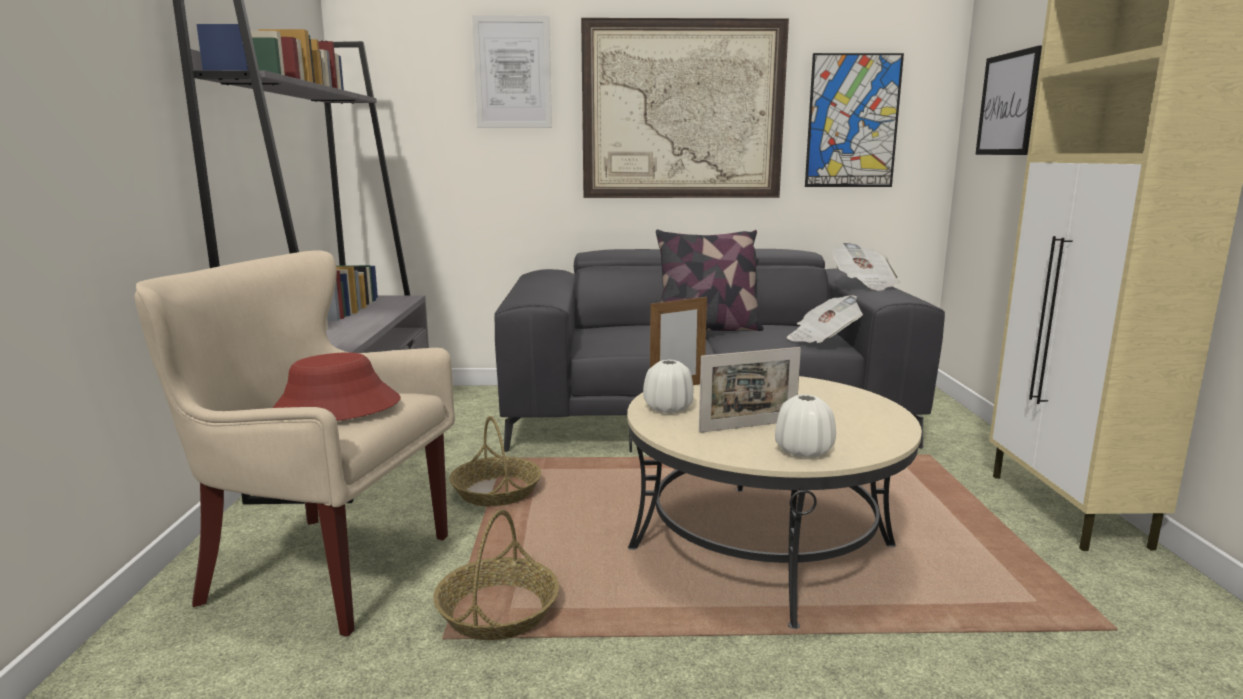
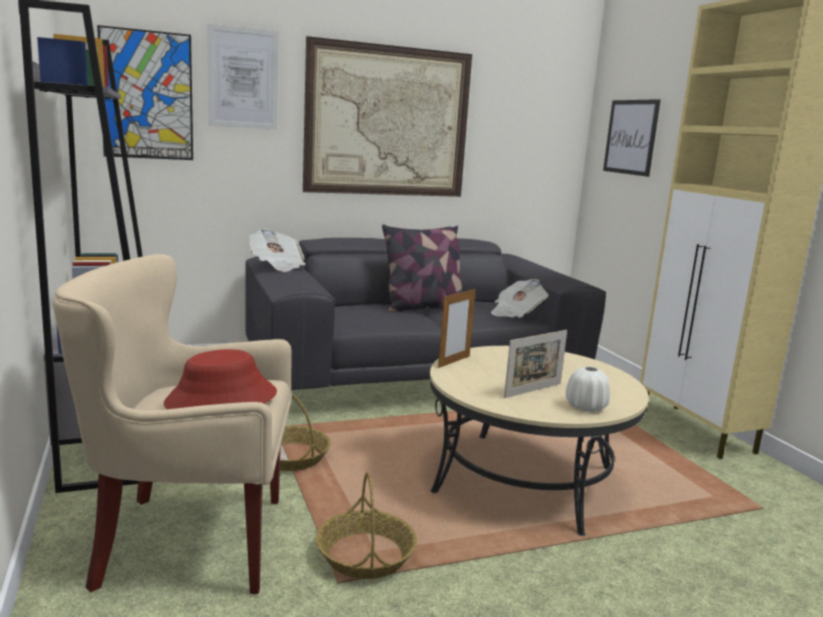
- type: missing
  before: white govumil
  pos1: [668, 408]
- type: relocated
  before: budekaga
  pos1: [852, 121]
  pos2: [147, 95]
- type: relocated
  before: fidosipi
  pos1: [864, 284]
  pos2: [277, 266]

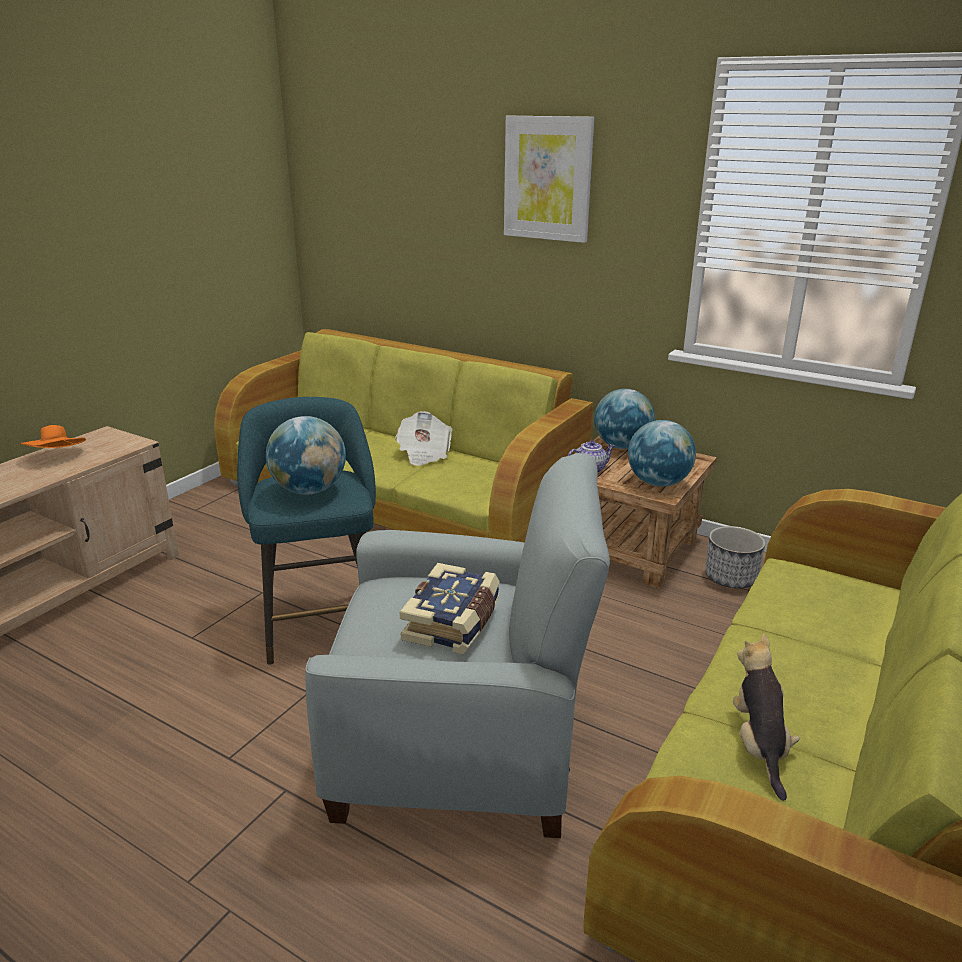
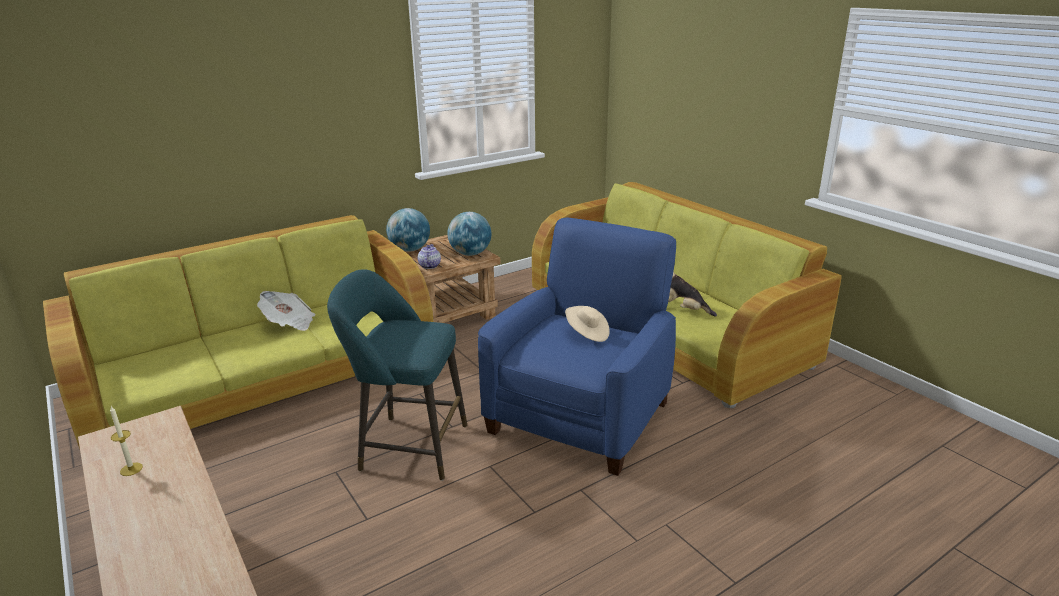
- type: exchanged
  before: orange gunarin
  after: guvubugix
  pos1: [58, 456]
  pos2: [131, 469]
- type: missing
  before: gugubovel
  pos1: [309, 490]
- type: colour
  before: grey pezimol
  after: blue pezimol
  pos1: [462, 743]
  pos2: [581, 415]
- type: exchanged
  before: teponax
  after: beige gunarin
  pos1: [454, 623]
  pos2: [587, 333]
- type: missing
  before: budekaga
  pos1: [547, 179]
- type: missing
  before: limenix
  pos1: [731, 578]

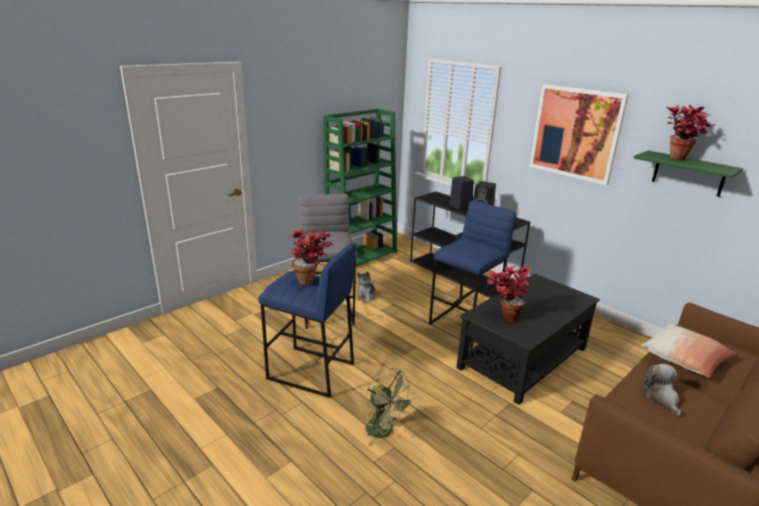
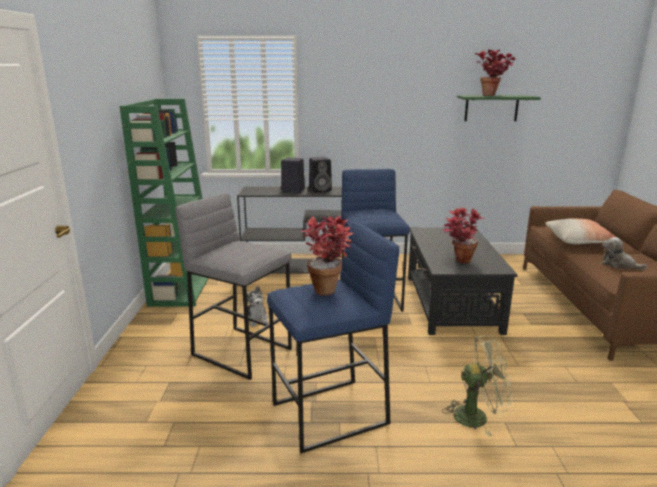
- type: missing
  before: budekaga
  pos1: [575, 133]

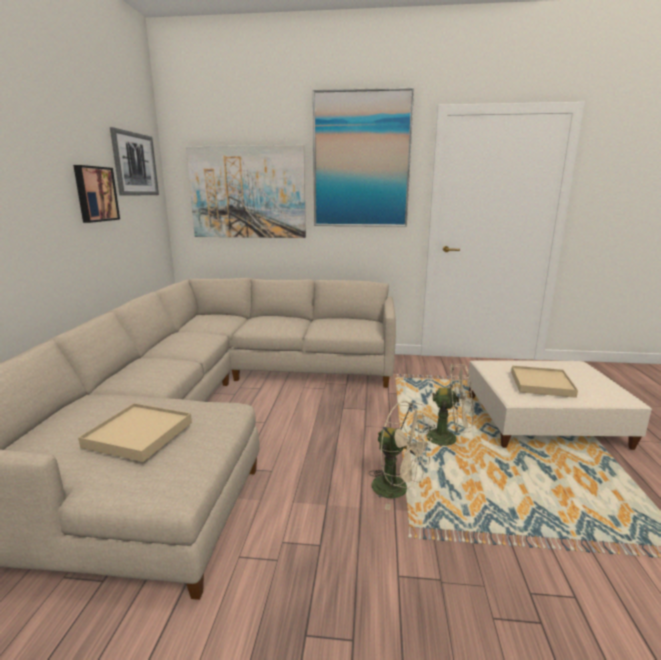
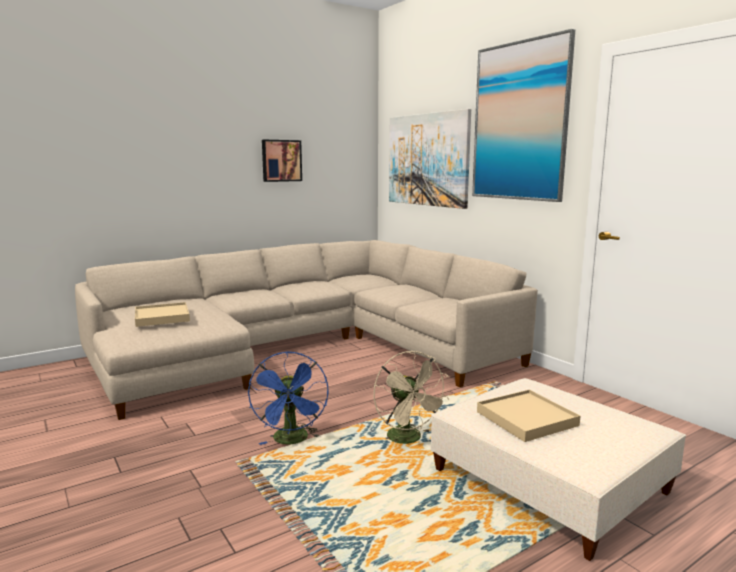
- type: missing
  before: budekaga
  pos1: [135, 164]
- type: colour
  before: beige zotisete
  after: blue zotisete
  pos1: [398, 489]
  pos2: [292, 441]

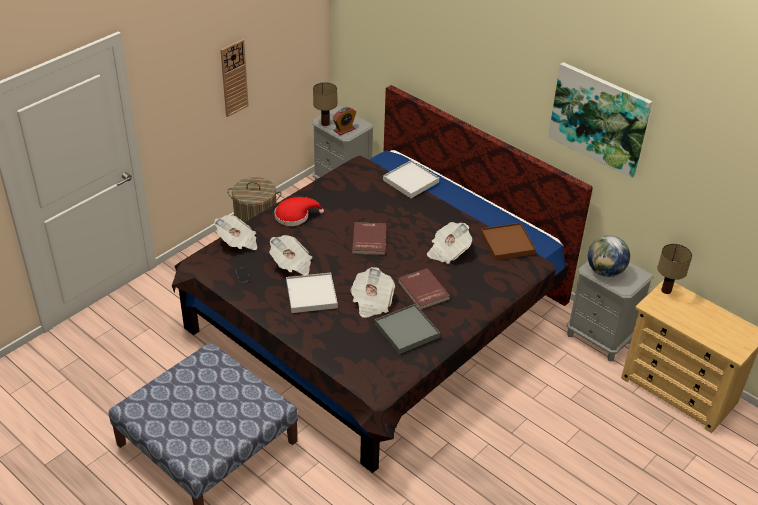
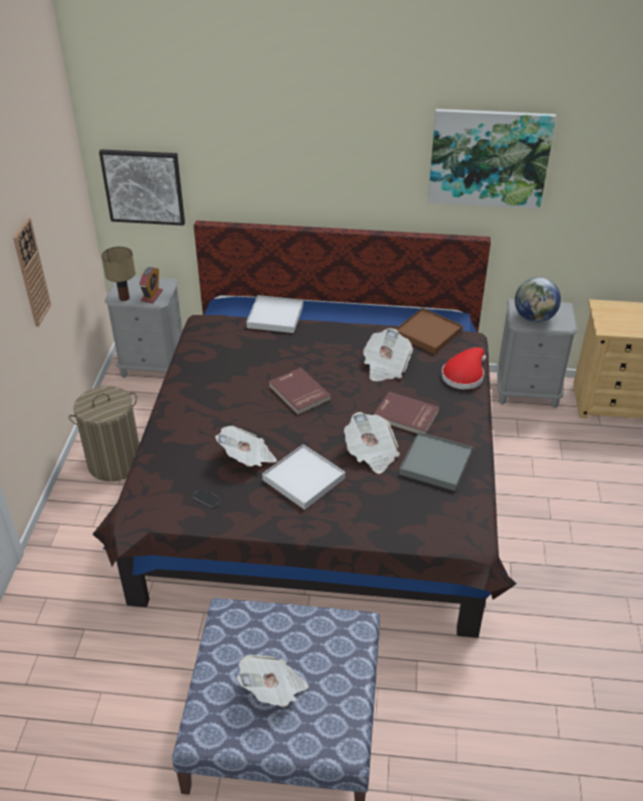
- type: relocated
  before: fidosipi
  pos1: [238, 242]
  pos2: [273, 689]
- type: relocated
  before: red gunarin
  pos1: [295, 216]
  pos2: [464, 375]
- type: missing
  before: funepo
  pos1: [665, 291]
- type: appeared
  after: budekaga
  pos2: [143, 186]

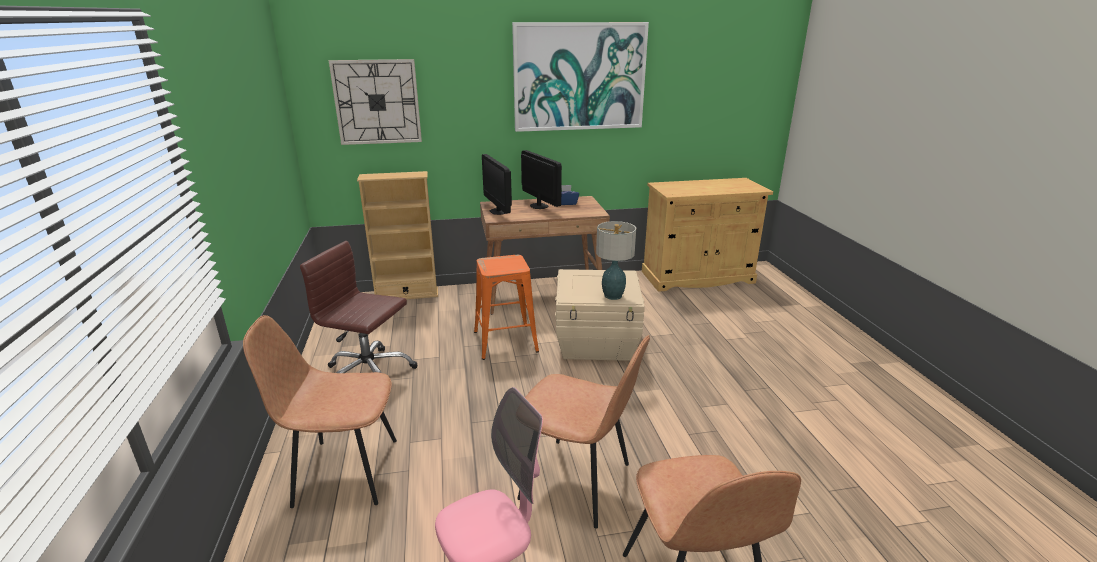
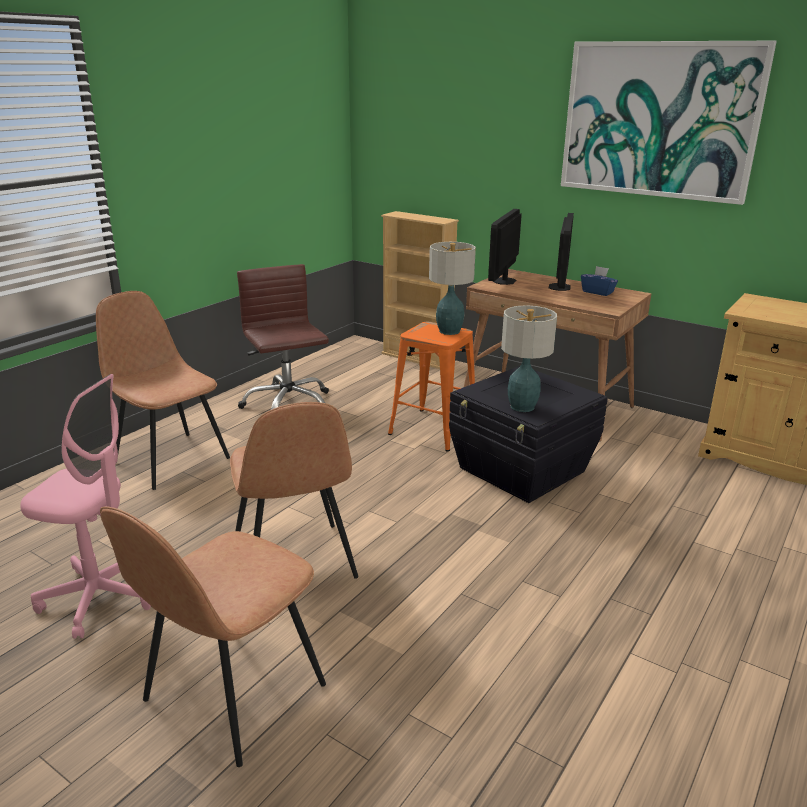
- type: missing
  before: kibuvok
  pos1: [377, 102]
- type: colour
  before: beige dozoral
  after: black dozoral
  pos1: [597, 342]
  pos2: [522, 470]
- type: appeared
  after: funepo
  pos2: [448, 331]

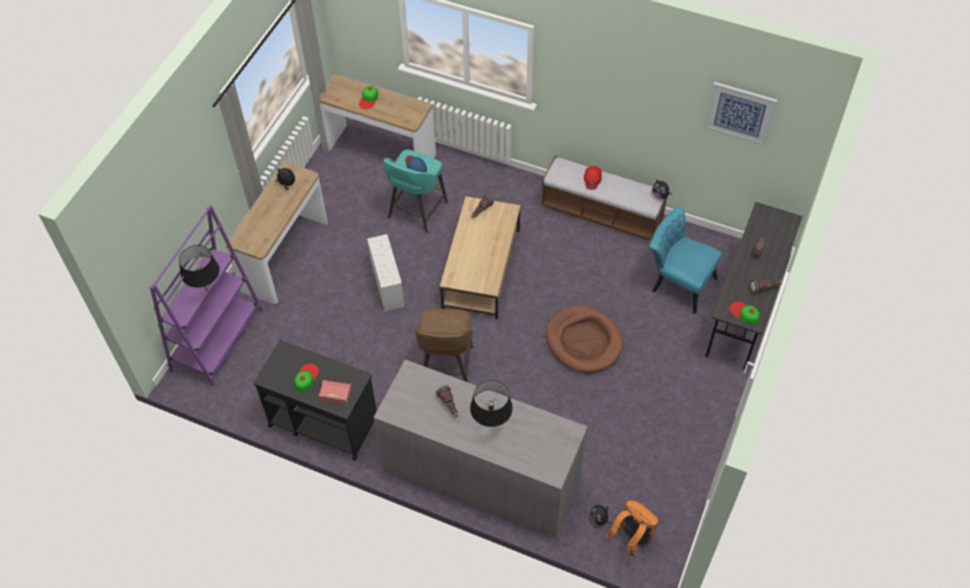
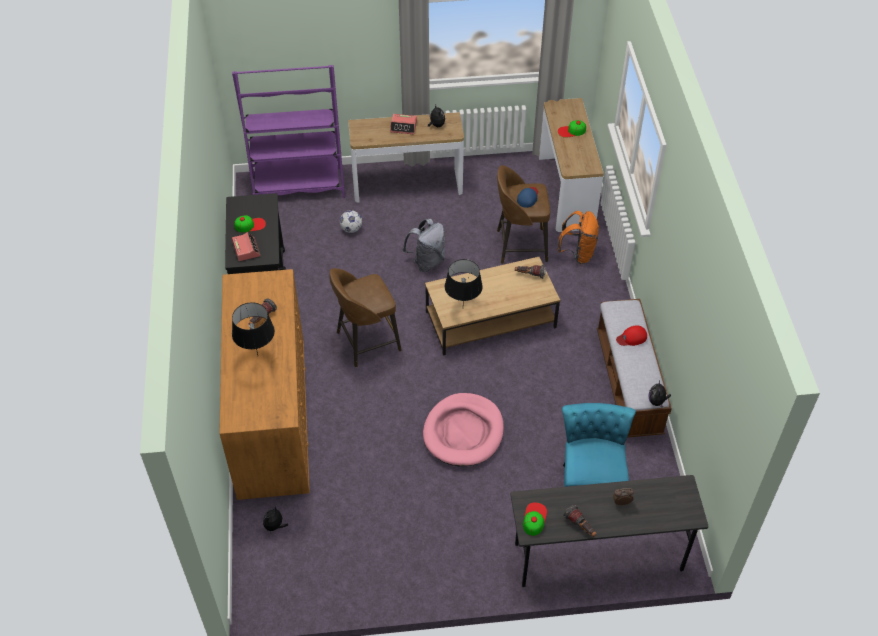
- type: relocated
  before: black funepo
  pos1: [207, 291]
  pos2: [463, 308]
- type: exchanged
  before: white dozoral
  after: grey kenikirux
  pos1: [387, 283]
  pos2: [427, 262]
- type: colour
  before: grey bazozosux
  after: brown bazozosux
  pos1: [481, 474]
  pos2: [272, 415]
- type: colour
  before: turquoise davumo
  after: brown davumo
  pos1: [416, 211]
  pos2: [520, 245]
- type: colour
  before: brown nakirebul
  after: pink nakirebul
  pos1: [584, 341]
  pos2: [463, 432]
- type: relocated
  before: orange kenikirux
  pos1: [631, 539]
  pos2: [577, 254]
- type: missing
  before: budekaga
  pos1: [740, 113]
- type: appeared
  after: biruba
  pos2: [351, 229]
- type: appeared
  after: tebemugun
  pos2: [403, 127]

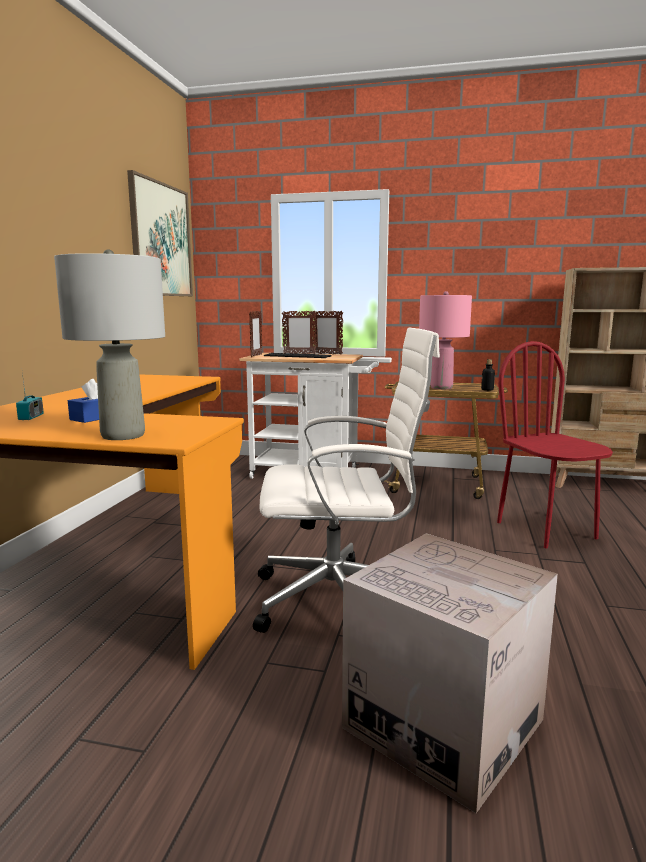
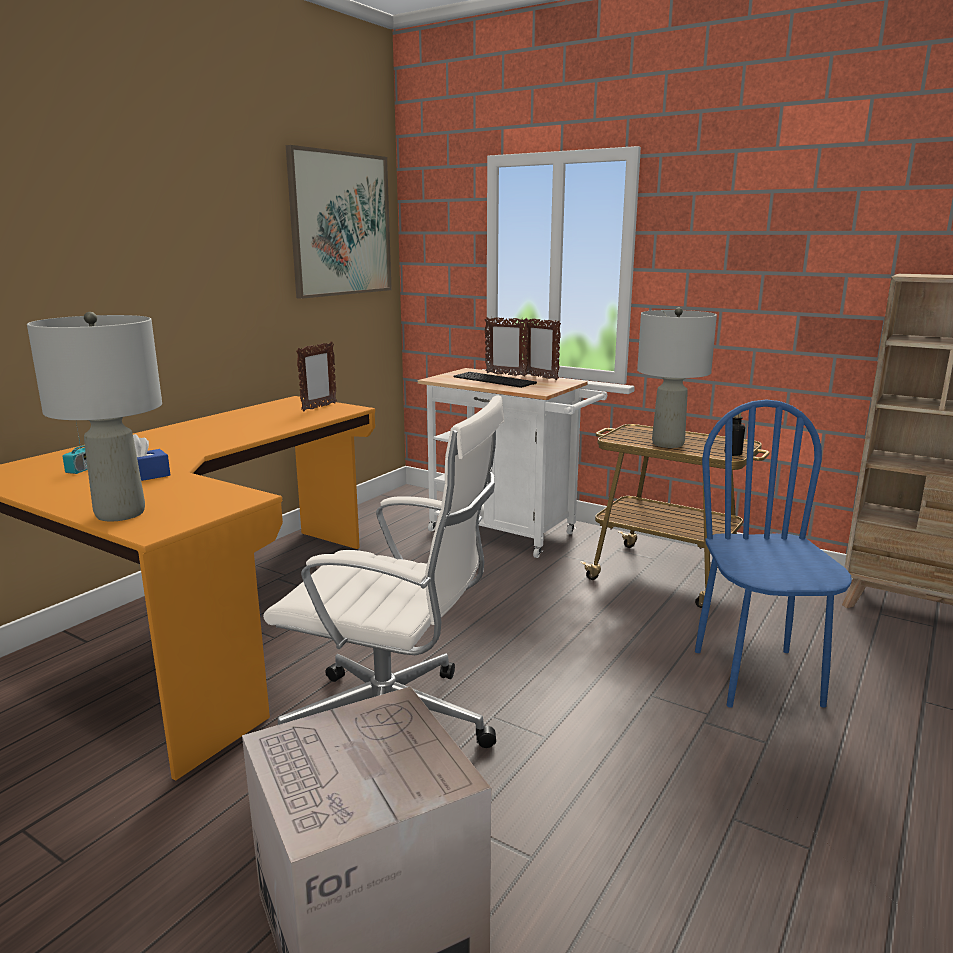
- type: relocated
  before: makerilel
  pos1: [256, 355]
  pos2: [319, 407]
- type: colour
  before: pink funepo
  after: grey funepo
  pos1: [441, 387]
  pos2: [667, 444]
- type: colour
  before: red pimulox
  after: blue pimulox
  pos1: [546, 530]
  pos2: [758, 677]

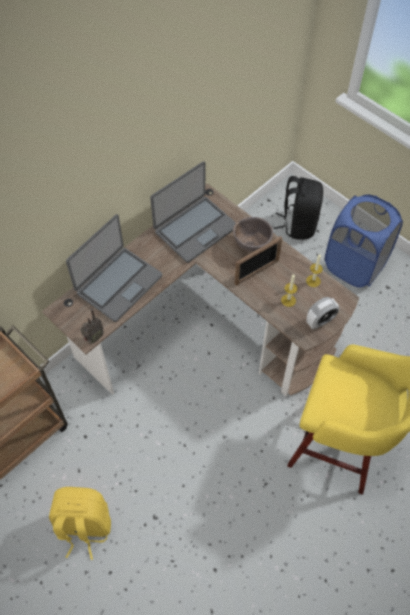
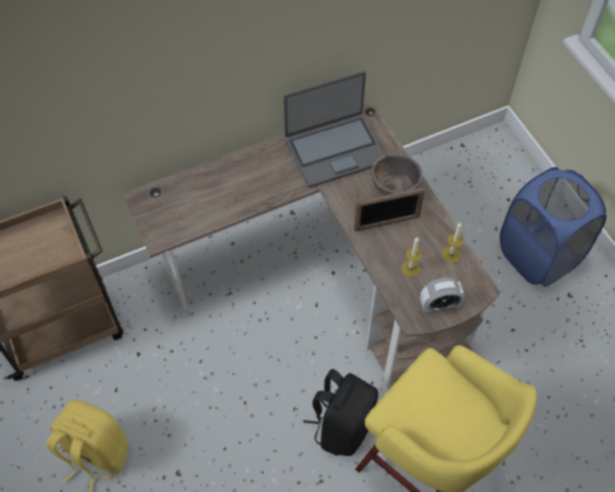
- type: missing
  before: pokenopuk
  pos1: [118, 284]
- type: missing
  before: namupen
  pos1: [93, 338]
- type: relocated
  before: black kenikirux
  pos1: [298, 224]
  pos2: [342, 425]

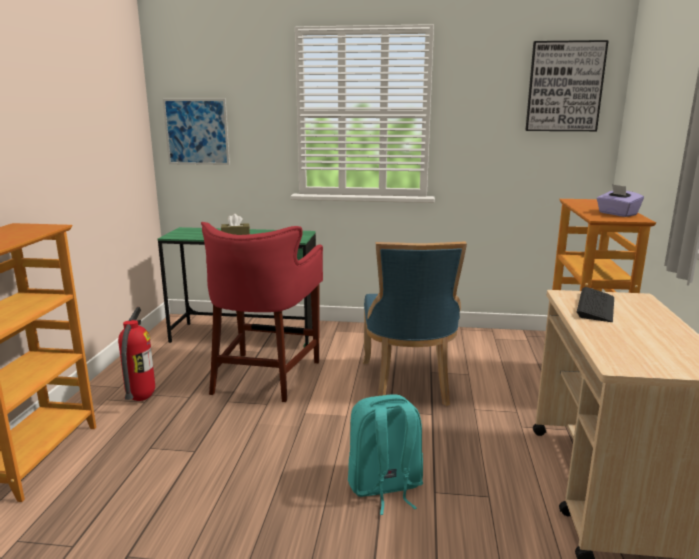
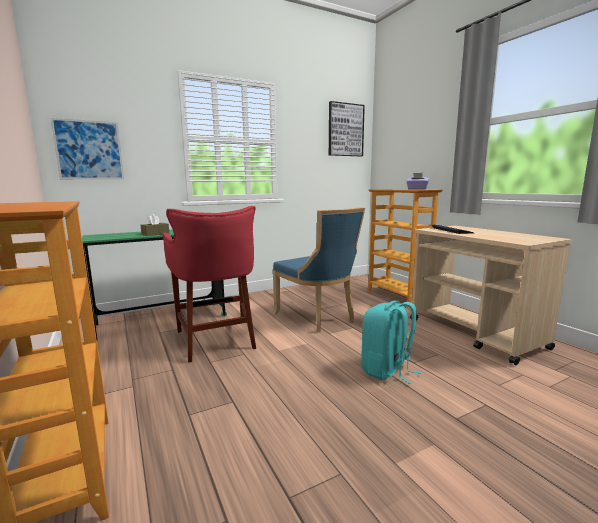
- type: missing
  before: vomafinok
  pos1: [140, 398]

